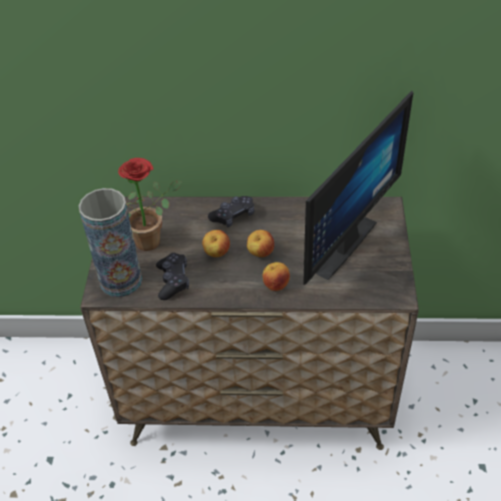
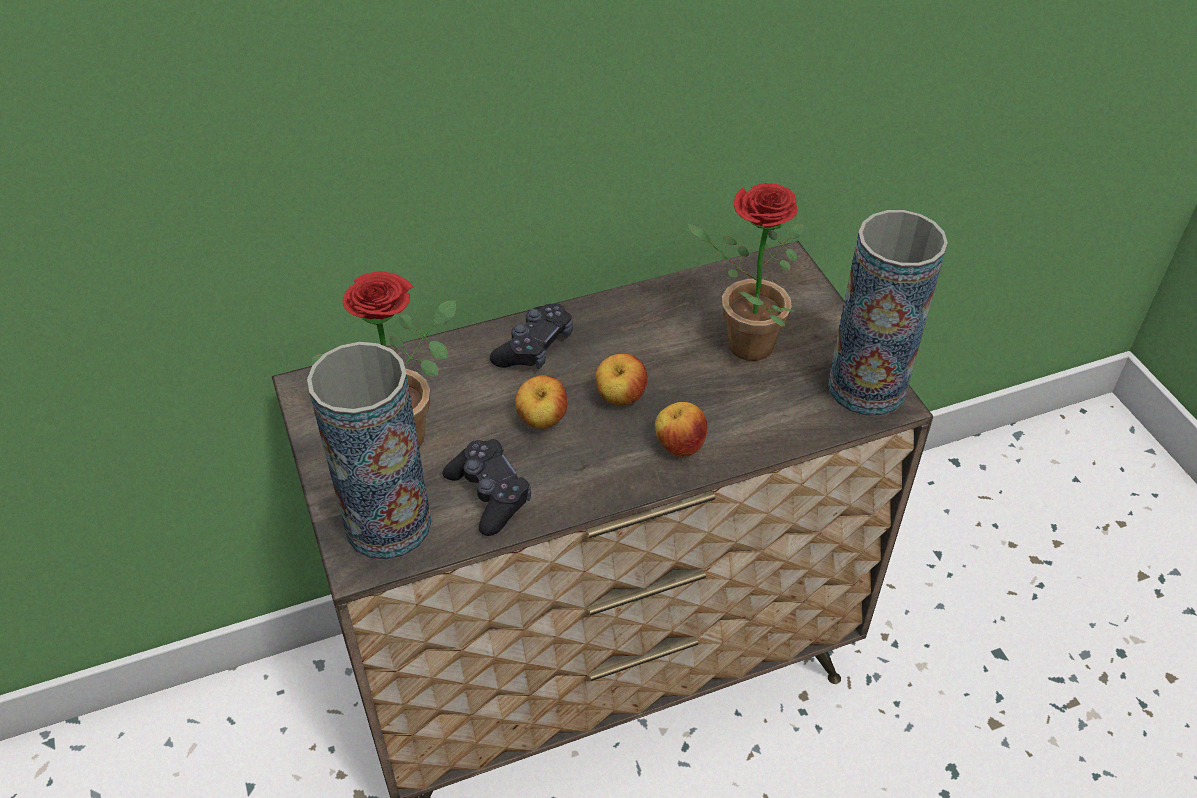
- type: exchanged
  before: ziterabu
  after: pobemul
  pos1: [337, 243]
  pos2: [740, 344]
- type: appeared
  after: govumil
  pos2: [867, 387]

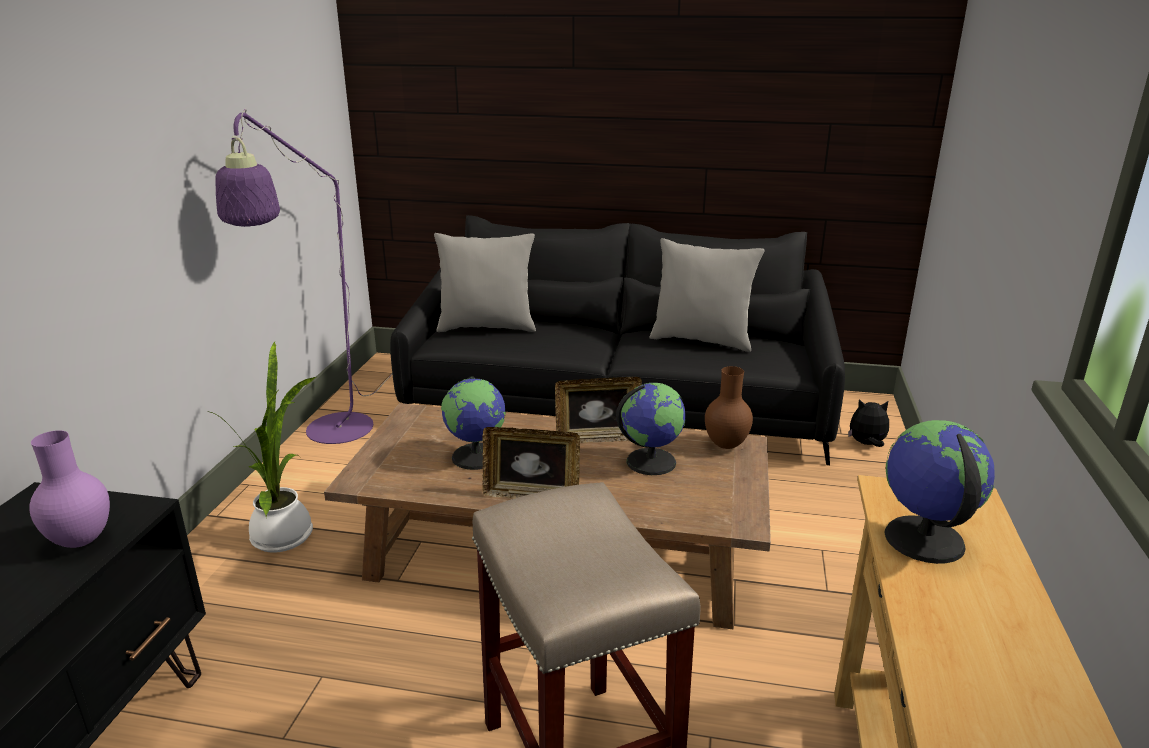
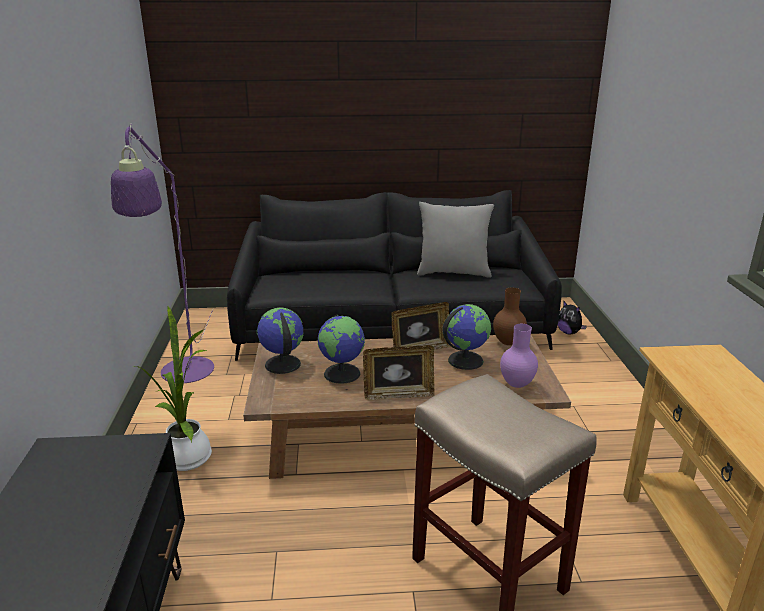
- type: relocated
  before: purple govumil
  pos1: [82, 541]
  pos2: [517, 384]
- type: missing
  before: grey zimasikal
  pos1: [487, 327]
- type: spun
  before: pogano
  pos1: [866, 444]
  pos2: [569, 332]
  turn: -120
- type: relocated
  before: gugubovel
  pos1: [923, 540]
  pos2: [282, 364]

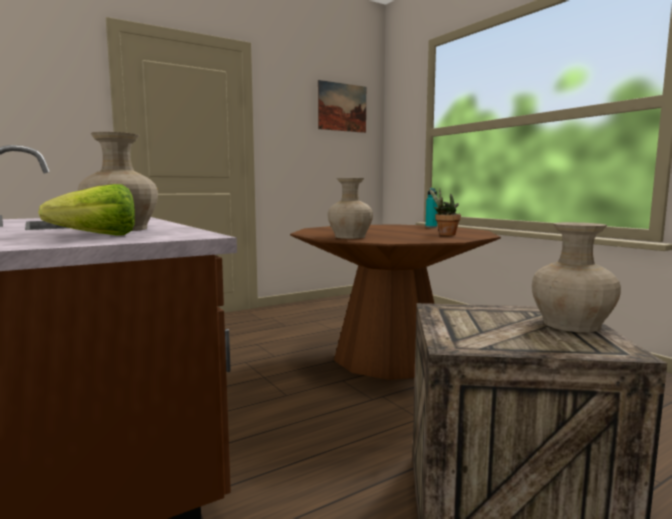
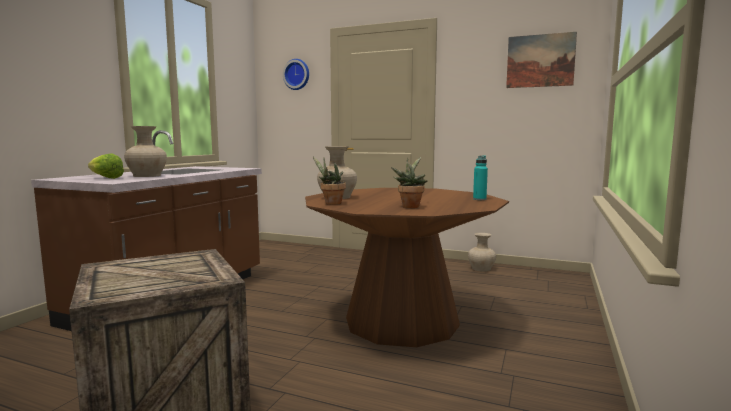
- type: relocated
  before: beige govumil
  pos1: [570, 324]
  pos2: [481, 268]
- type: appeared
  after: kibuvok
  pos2: [297, 74]
- type: appeared
  after: pobemul
  pos2: [331, 203]

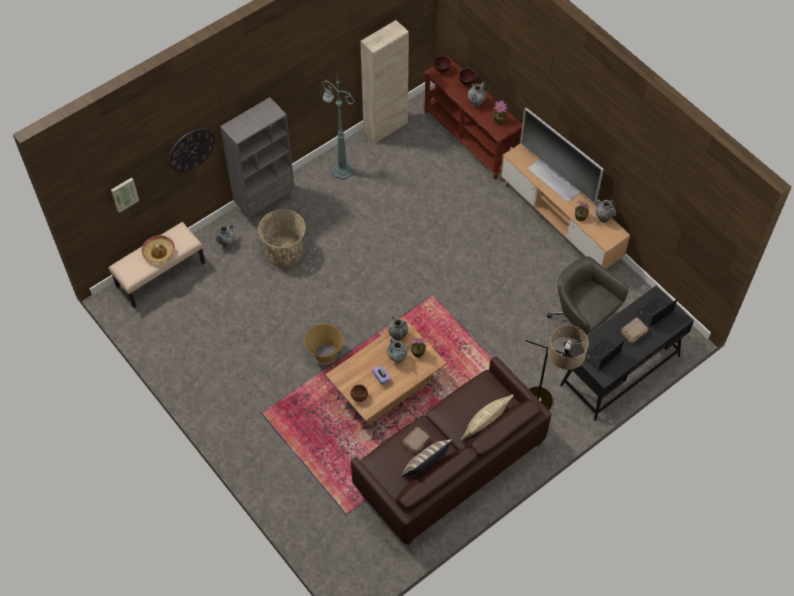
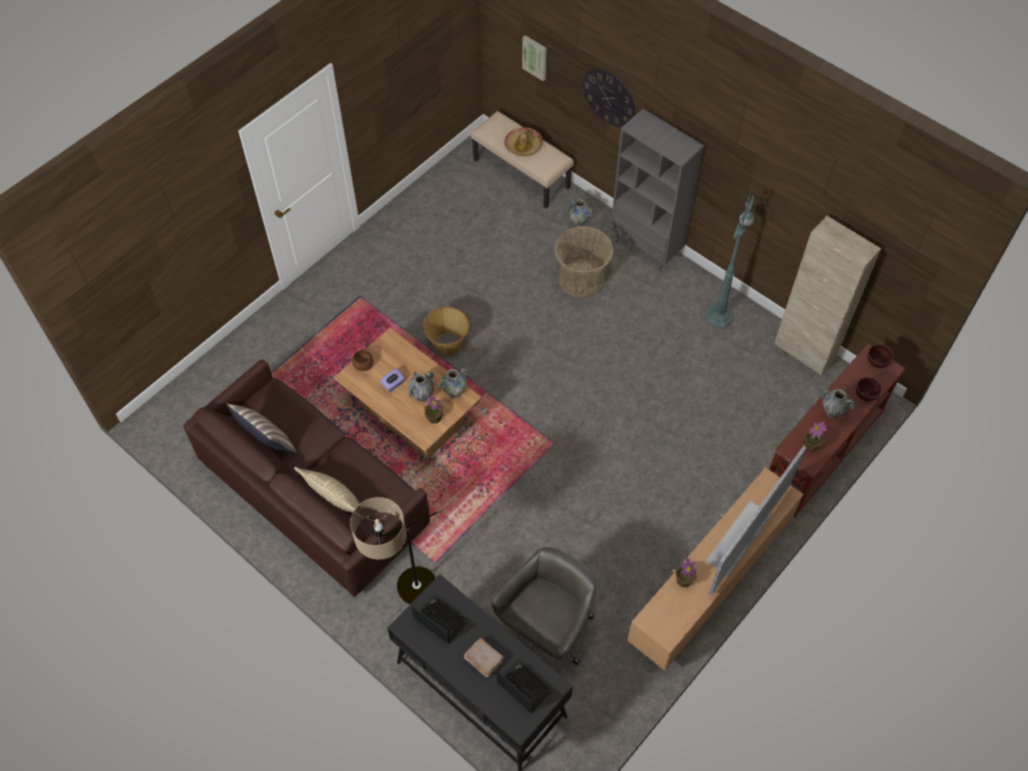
- type: missing
  before: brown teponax
  pos1: [416, 442]
- type: missing
  before: govumil
  pos1: [603, 218]

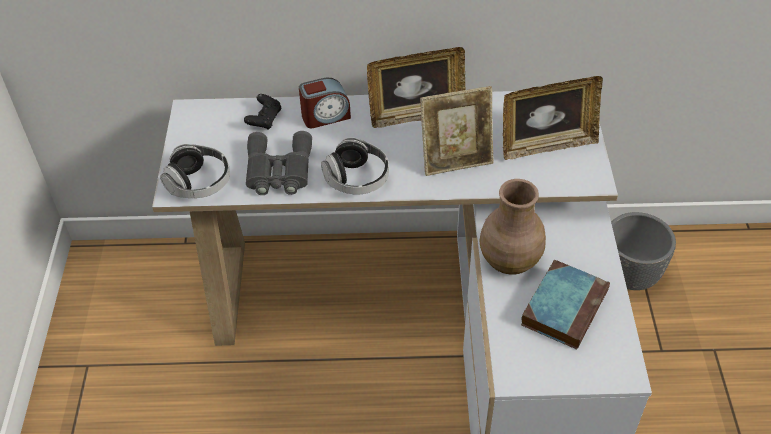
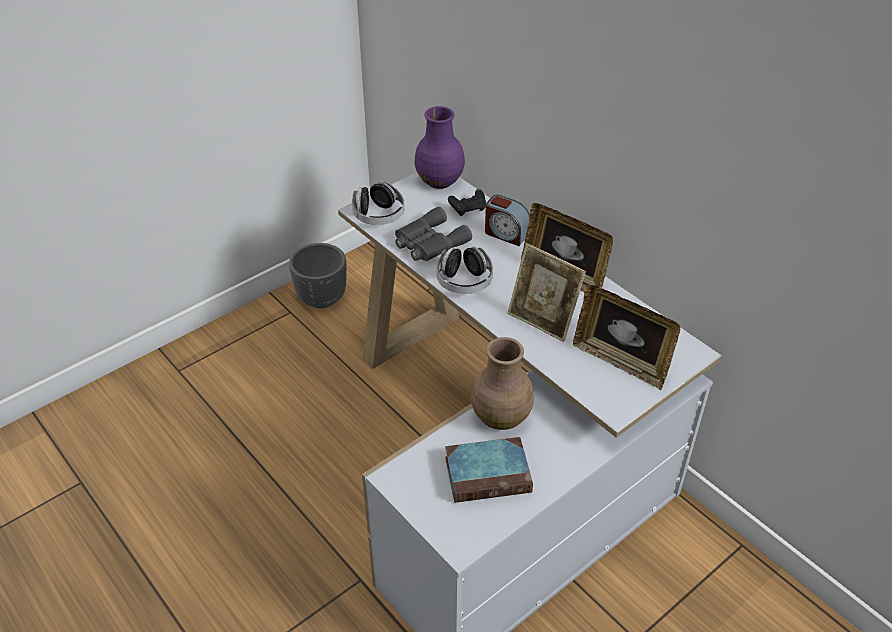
- type: relocated
  before: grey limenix
  pos1: [630, 275]
  pos2: [322, 299]
- type: appeared
  after: purple govumil
  pos2: [440, 182]

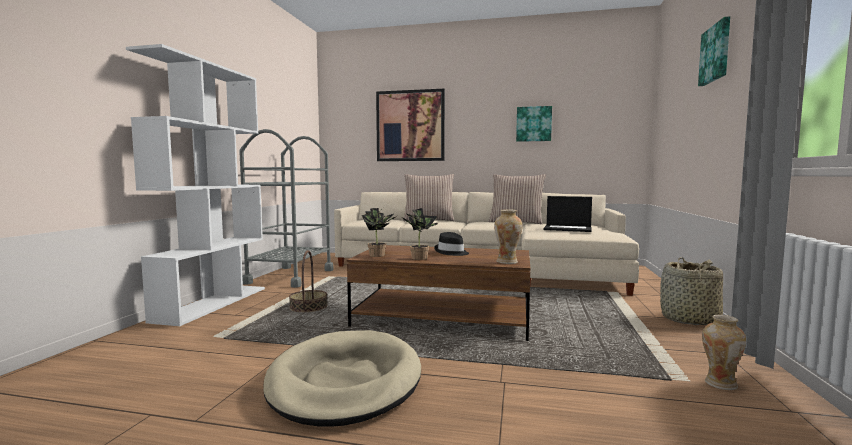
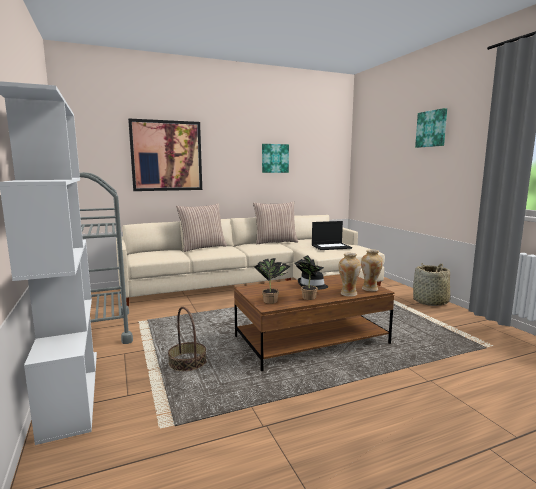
- type: missing
  before: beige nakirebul
  pos1: [345, 381]
- type: relocated
  before: govumil
  pos1: [720, 384]
  pos2: [348, 294]

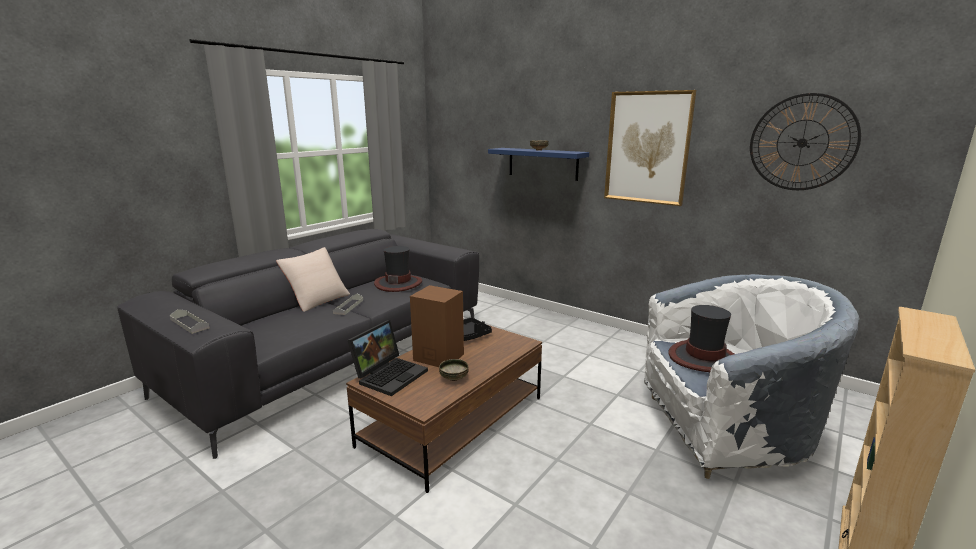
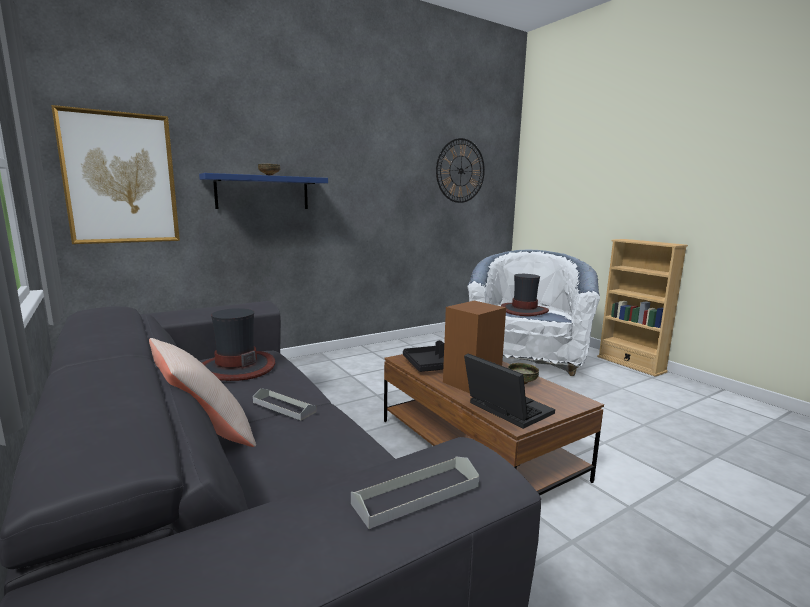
- type: relocated
  before: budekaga
  pos1: [647, 148]
  pos2: [120, 178]

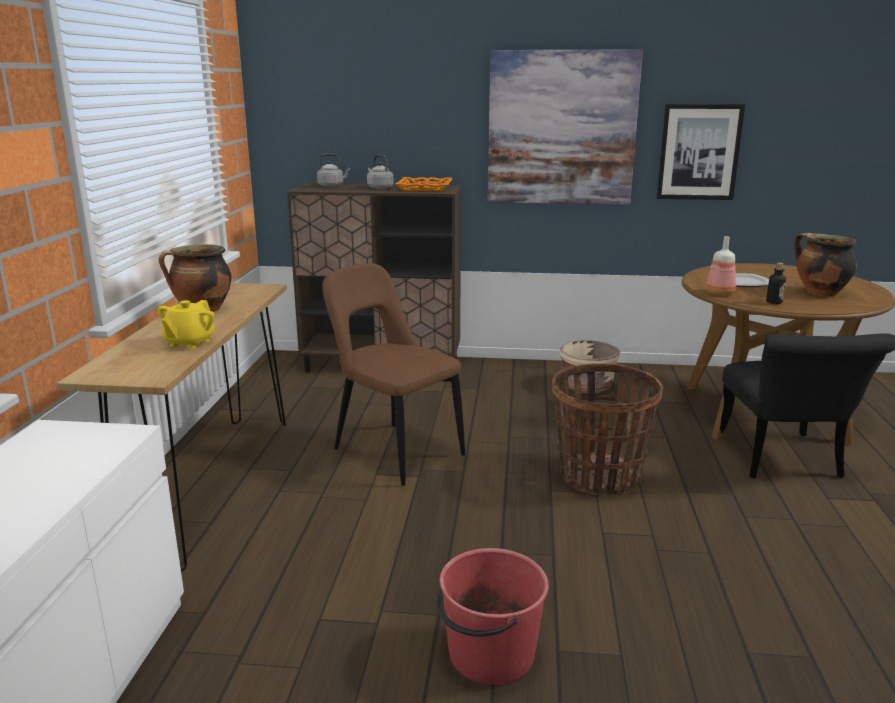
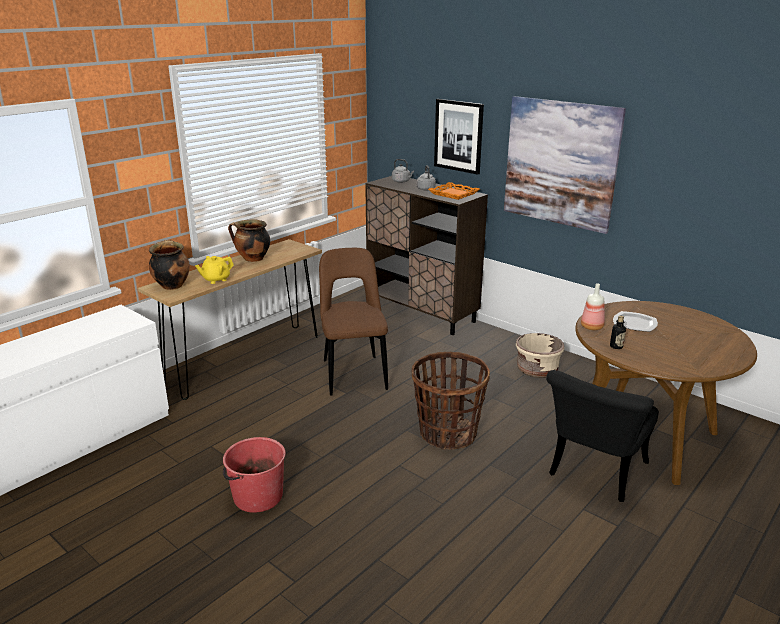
- type: relocated
  before: budekaga
  pos1: [699, 152]
  pos2: [458, 136]
- type: relocated
  before: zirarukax
  pos1: [819, 293]
  pos2: [171, 285]

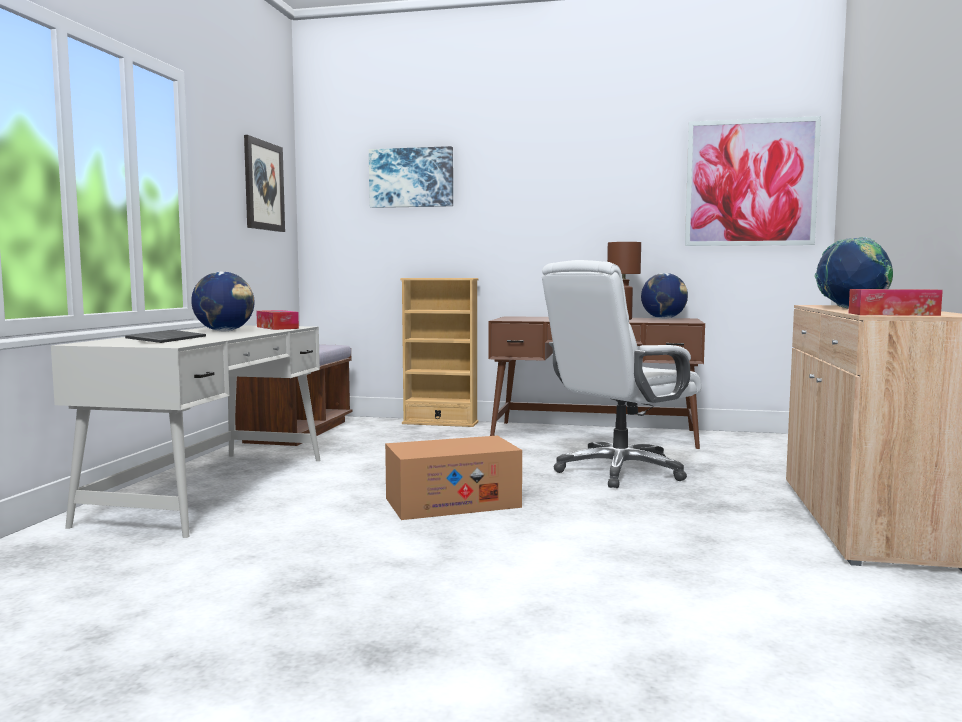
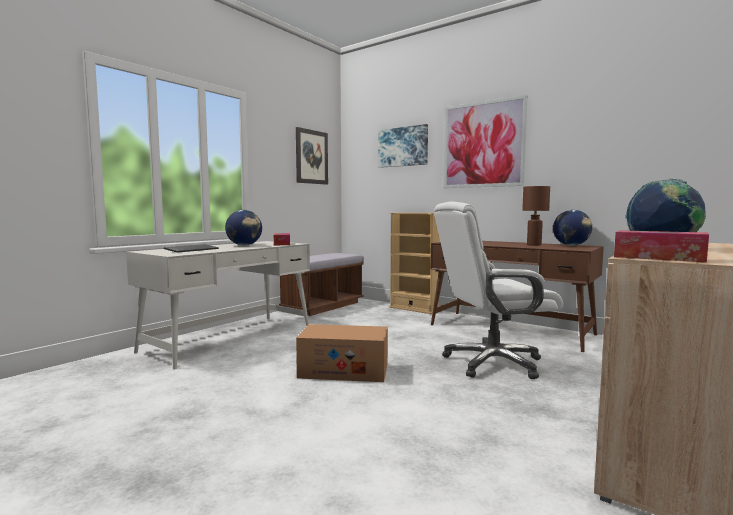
- type: relocated
  before: budekaga
  pos1: [750, 183]
  pos2: [483, 144]

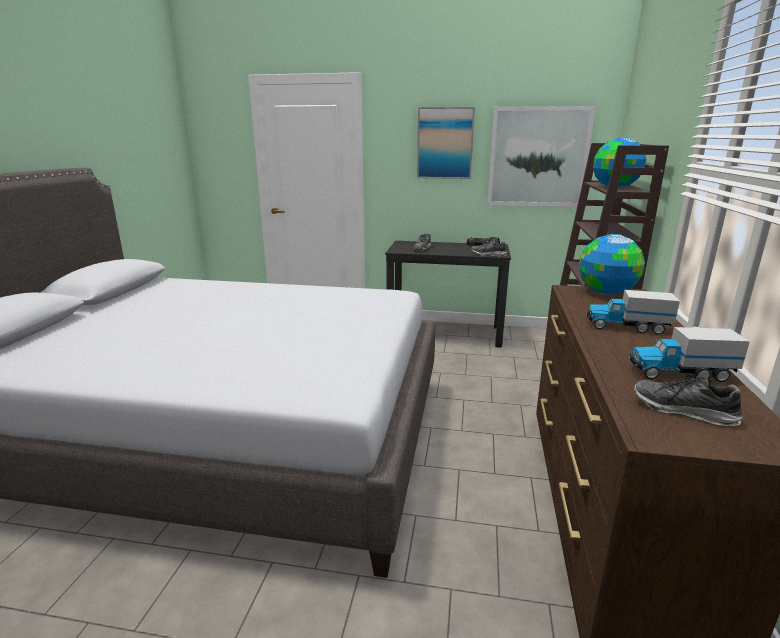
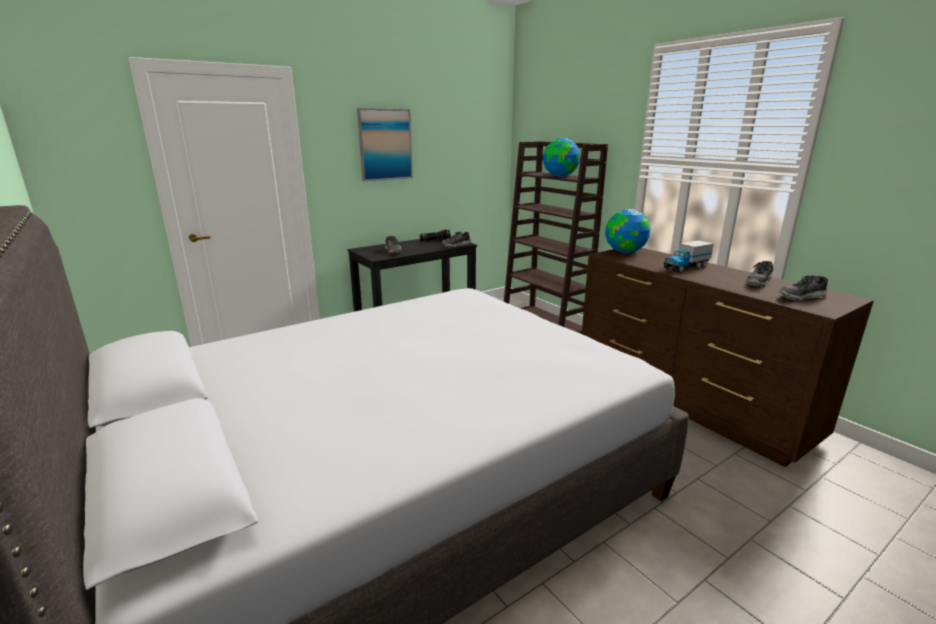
- type: missing
  before: budekaga
  pos1: [538, 157]
- type: exchanged
  before: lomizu
  after: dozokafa
  pos1: [679, 373]
  pos2: [759, 282]

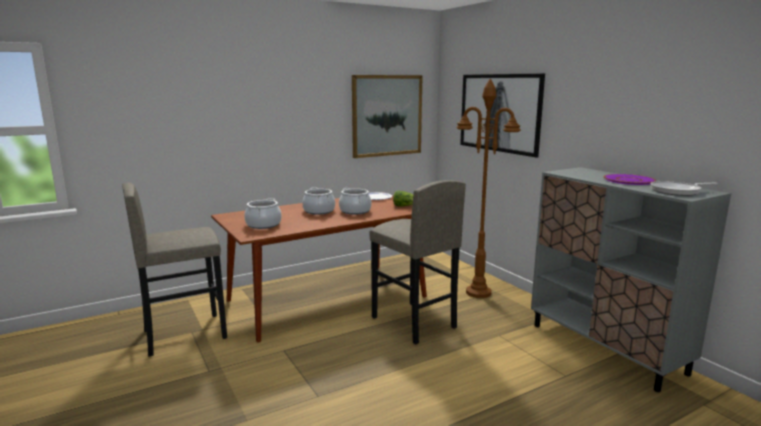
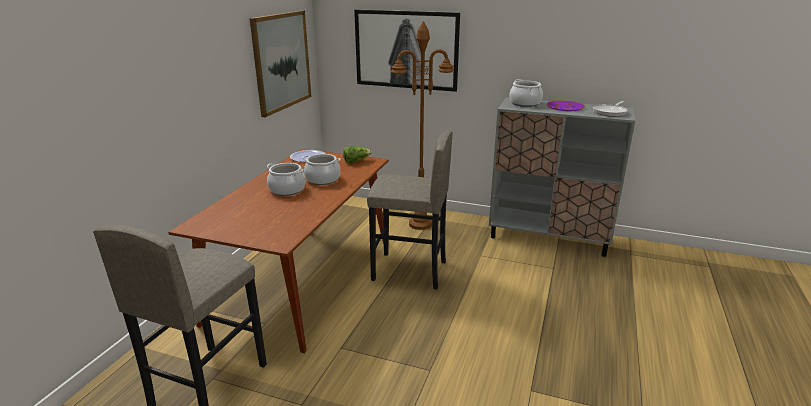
- type: relocated
  before: zirarukax
  pos1: [263, 225]
  pos2: [525, 103]

